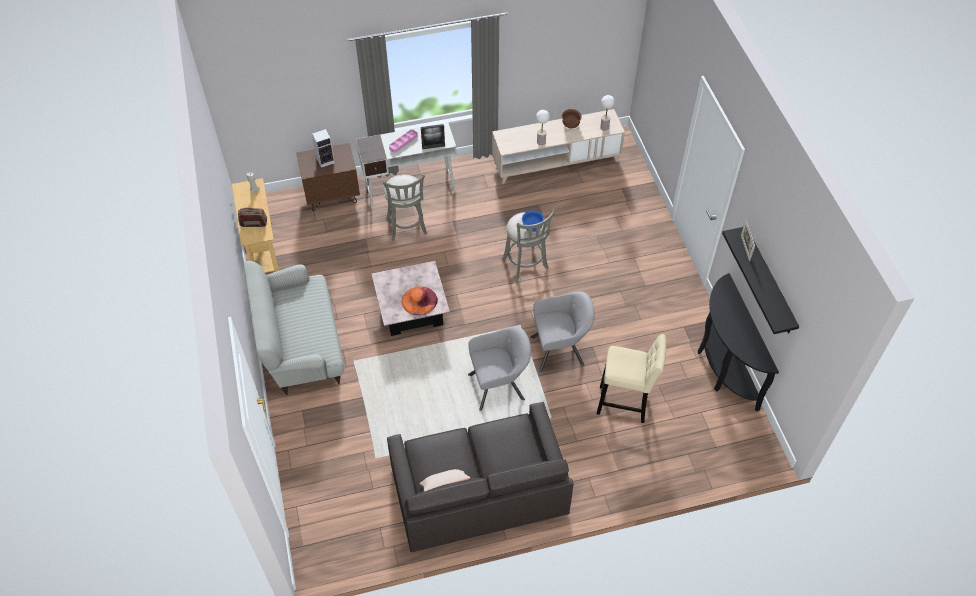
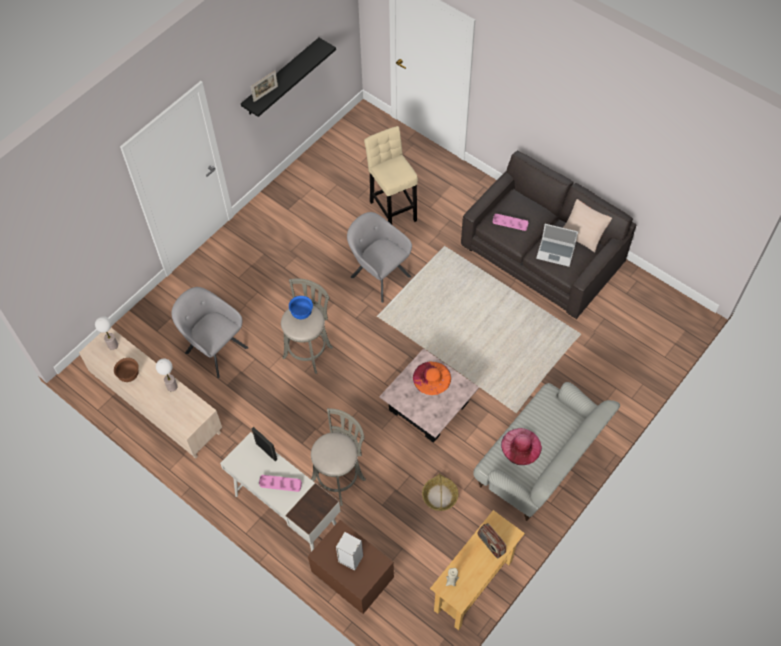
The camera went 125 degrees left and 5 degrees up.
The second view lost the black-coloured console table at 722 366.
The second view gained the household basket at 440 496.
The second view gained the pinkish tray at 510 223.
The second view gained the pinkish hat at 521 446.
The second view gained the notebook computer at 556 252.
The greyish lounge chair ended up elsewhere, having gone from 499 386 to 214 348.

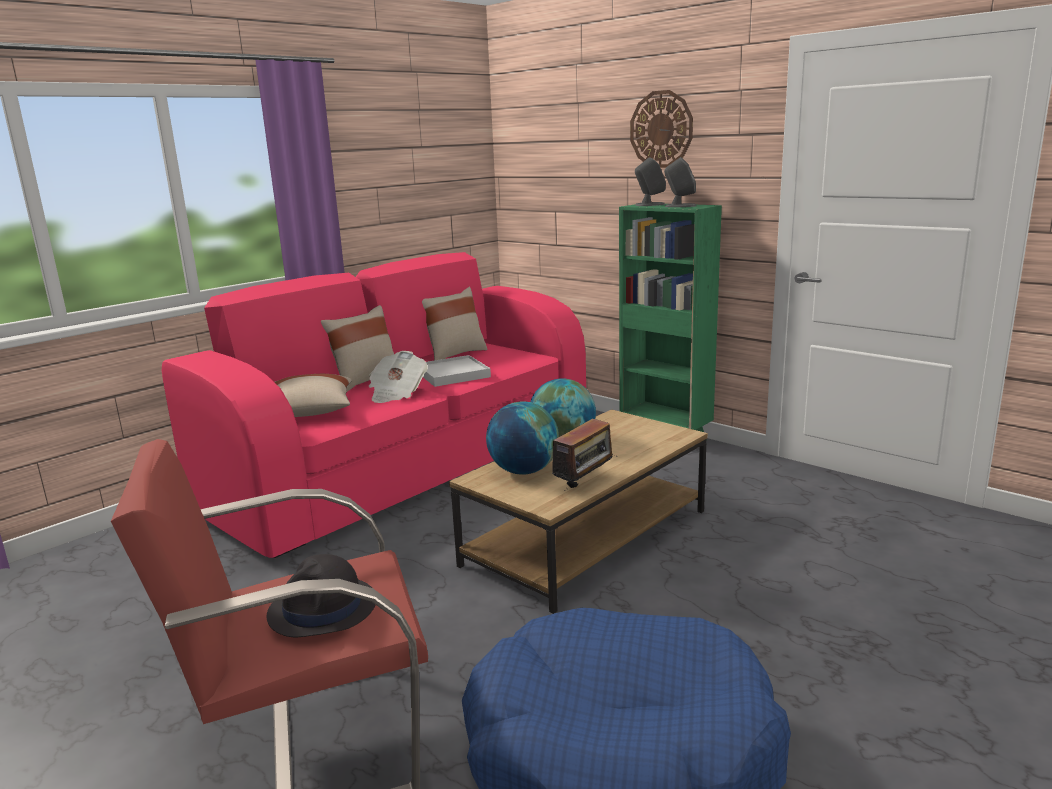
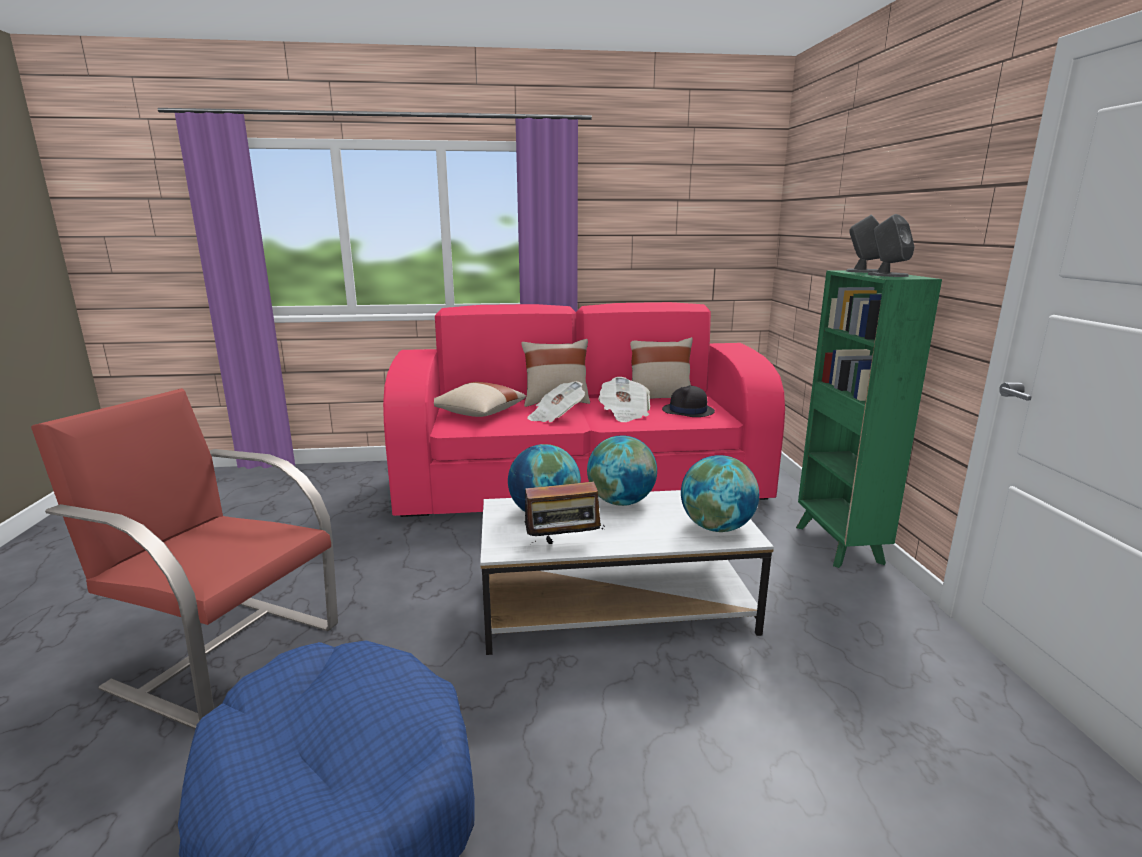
The camera went 40 degrees right and 0 degrees up.
The second view lost the hanging clock at 661 129.
The second view gained the world globe at 717 527.
The black-coloured hat ended up elsewhere, having gone from 323 609 to 688 411.
Where the white-coloured tray stood at 453 374, the printed paper came to stand at 624 414.
What was the brown-coloured low table at 586 537 turned into the white-coloured low table at 615 604.

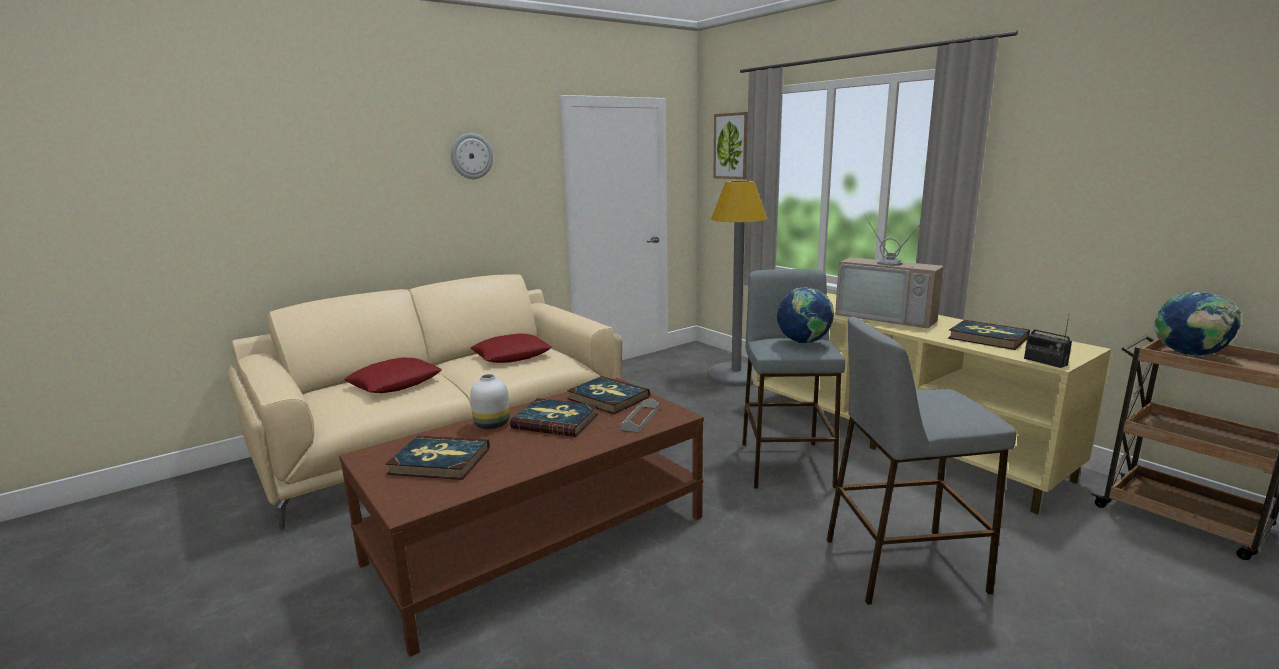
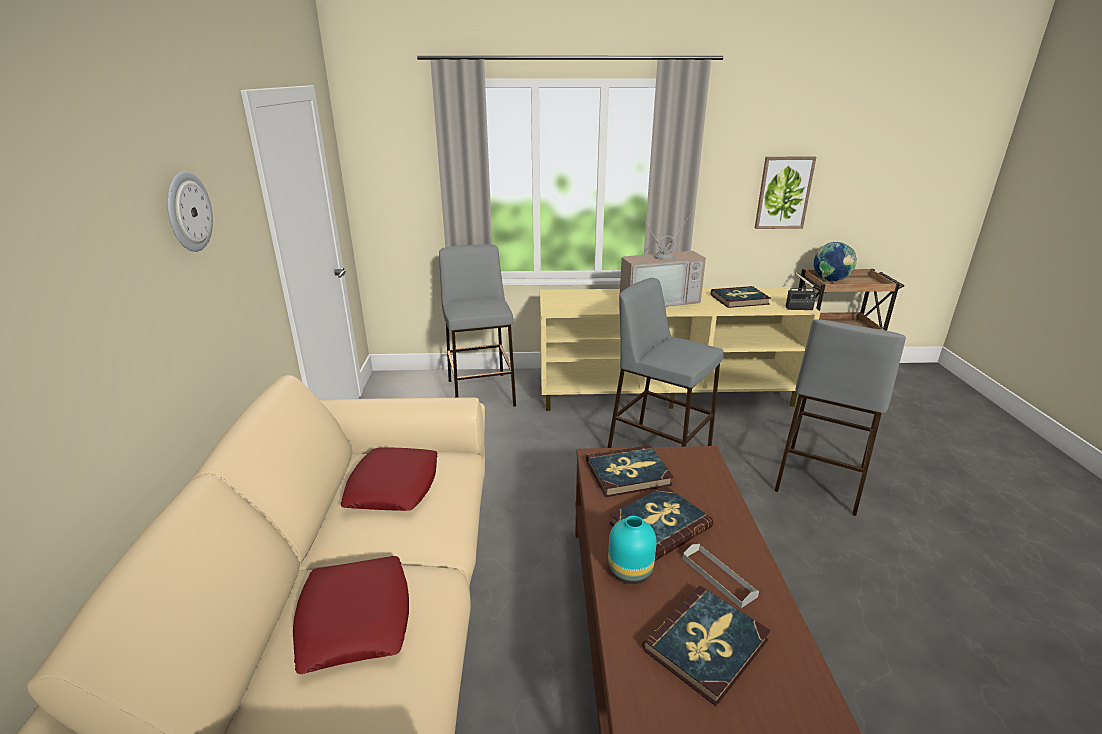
The camera went 55 degrees left and 10 degrees up.
The second view lost the world globe at 804 343.
The greyish tray ended up elsewhere, having gone from 640 418 to 718 577.
The wall art ended up elsewhere, having gone from 731 146 to 783 193.
Where the greyish standing lamp stood at 736 376, the greyish stool seat came to stand at 481 392.
What was the white-coloured vase at 492 424 turned into the turquoise vase at 629 570.

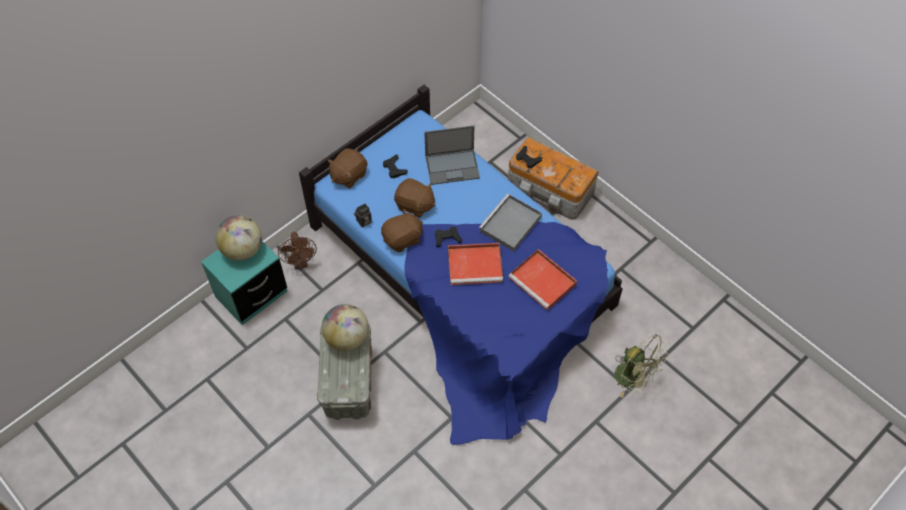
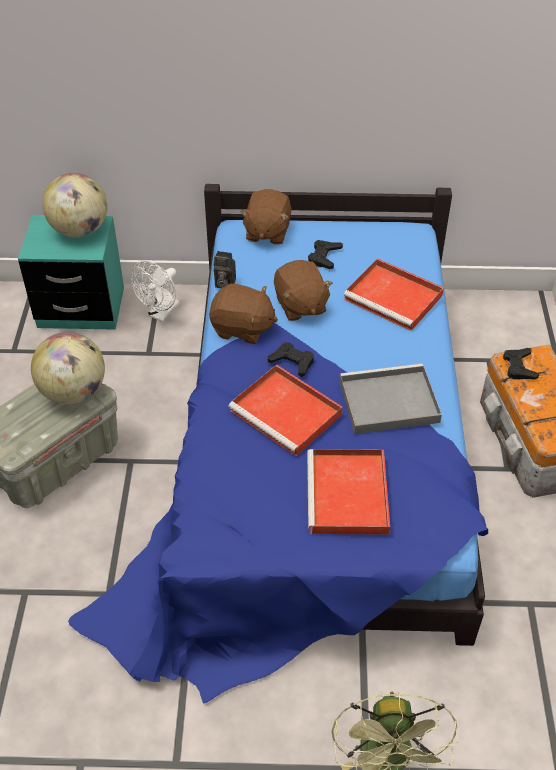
The camera went 45 degrees right and 10 degrees down.
Where the notebook computer stood at 453 166, the red-coloured tray came to stand at 395 298.
What was the brown-coloured cooling fan at 300 263 turned into the white-coloured cooling fan at 161 314.
The brown-coloured cuddly toy at 348 175 ended up facing another way, 75 degrees counterclockwise from before.

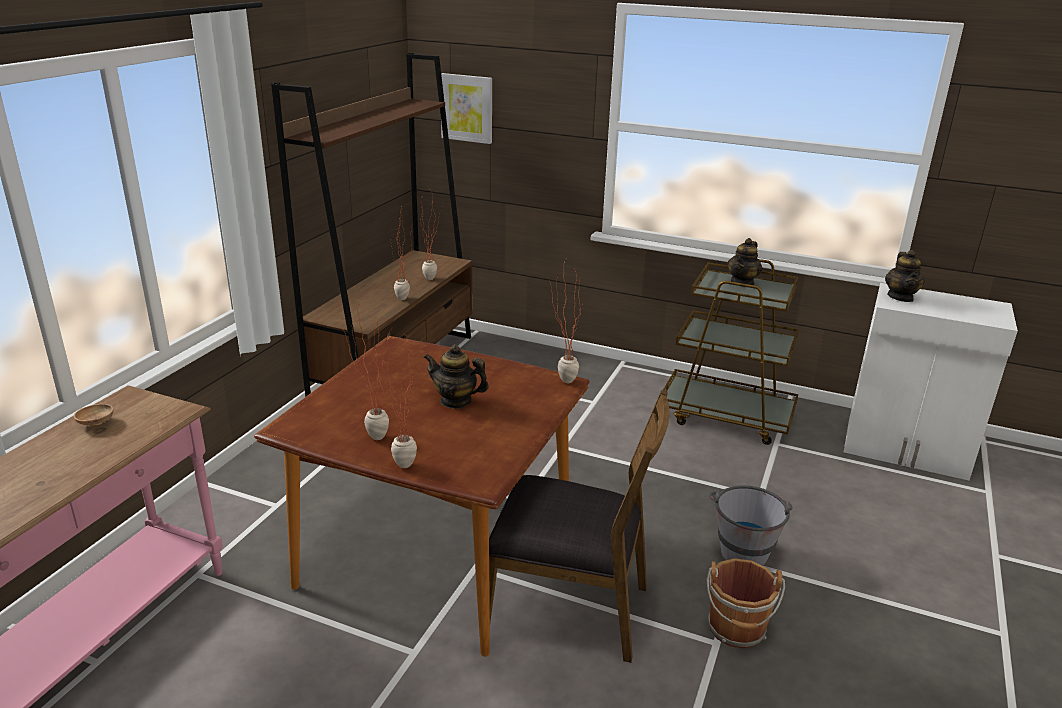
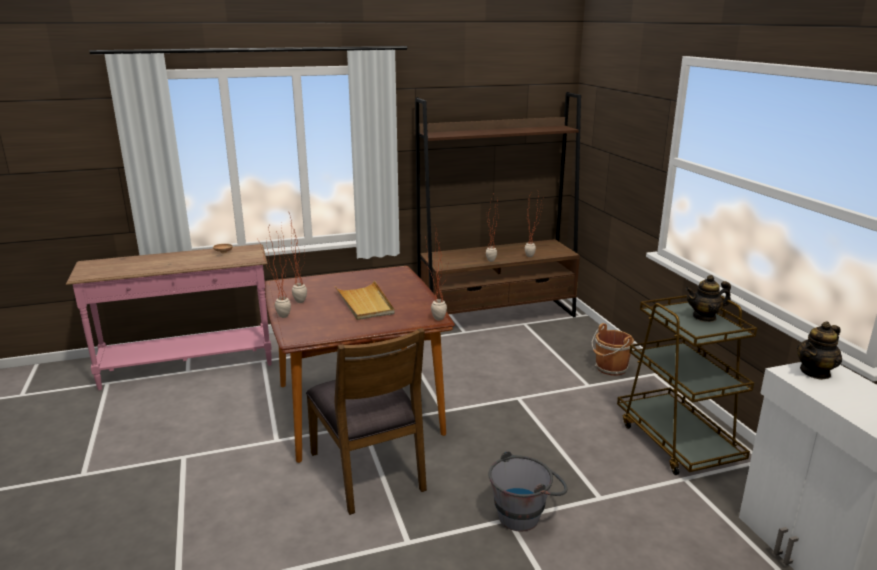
The camera went 50 degrees right and 5 degrees down.
The second view lost the wall art at 467 108.
The brown-coloured pail ended up elsewhere, having gone from 736 630 to 610 368.
Where the pot for tea stood at 456 401, the beige-coloured tray came to stand at 365 303.

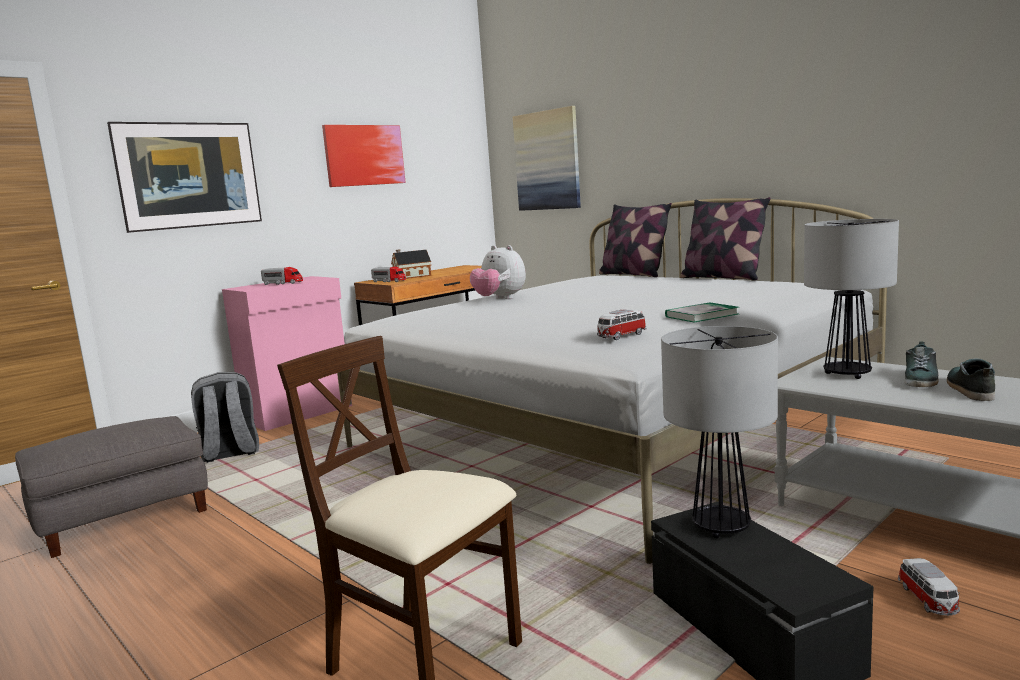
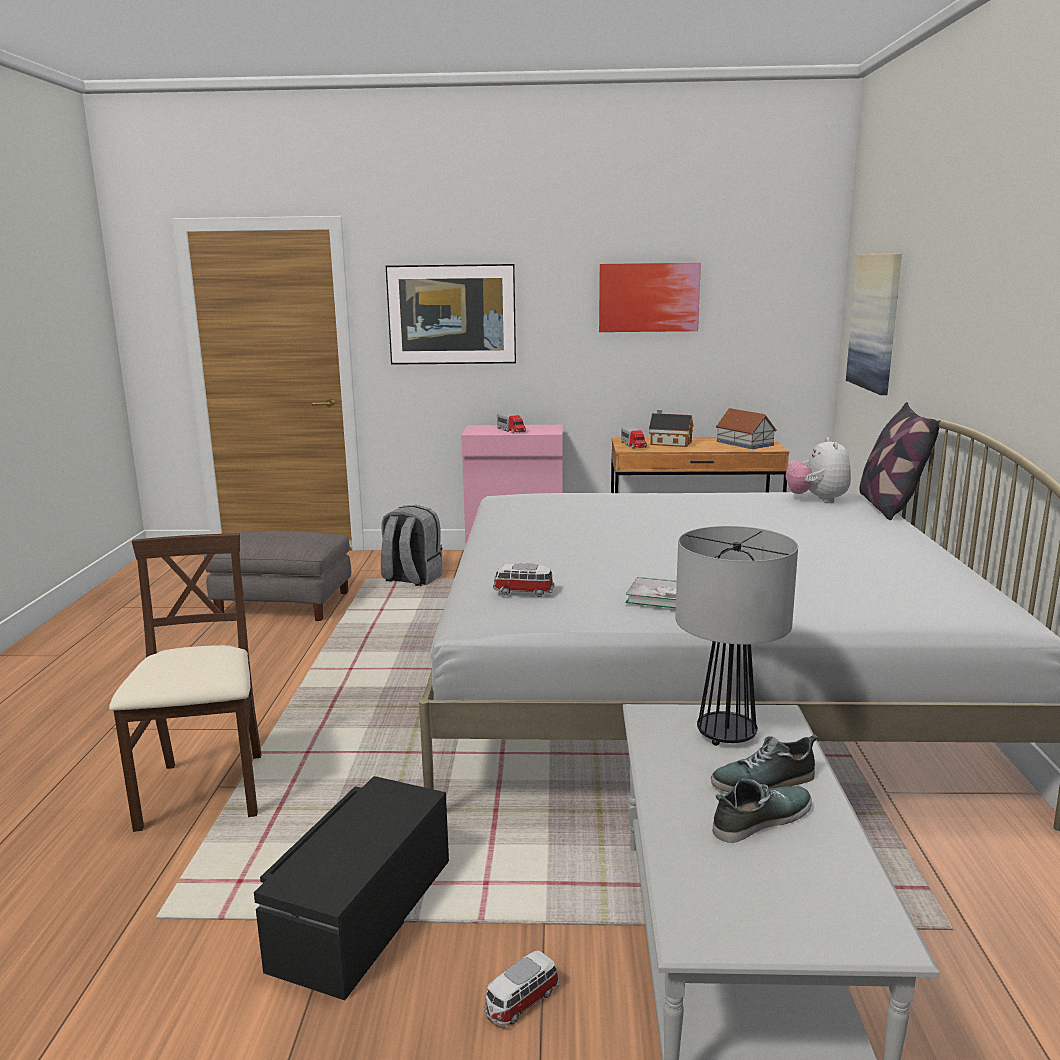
The camera went 45 degrees right and 5 degrees up.
The second view lost the lamp for a table at 720 527.
The second view lost the cushion at 722 277.
The second view gained the miniature house at 744 443.
The cuddly toy ended up elsewhere, having gone from 499 299 to 817 500.

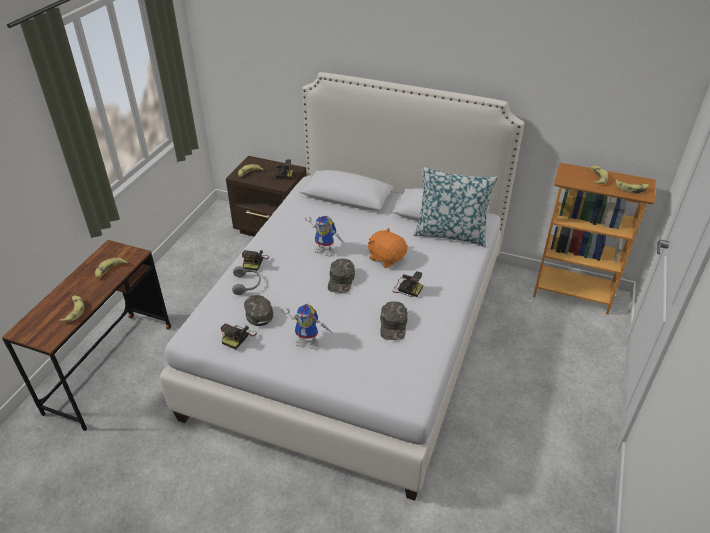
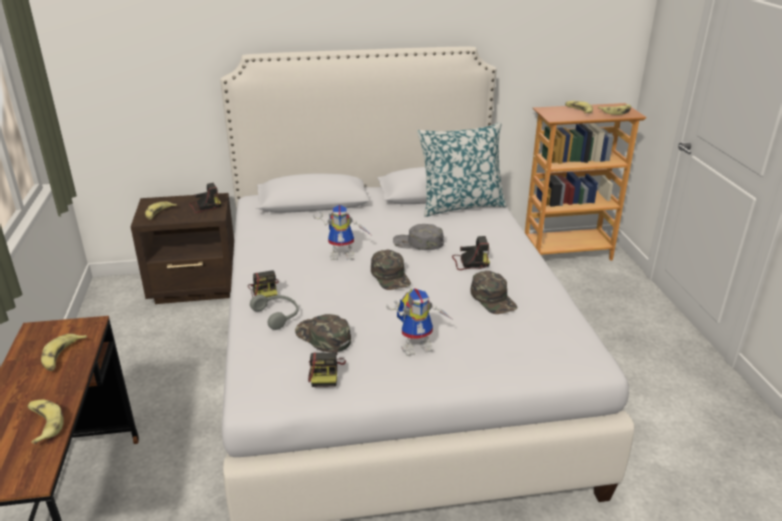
The camera went 30 degrees left and 10 degrees down.
Where the orange cuddly toy stood at 386 258, the greyish cap came to stand at 418 243.

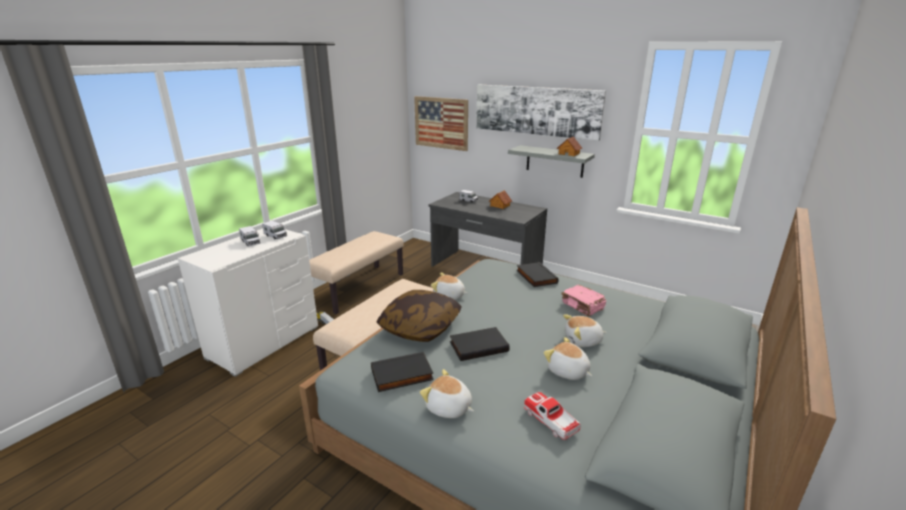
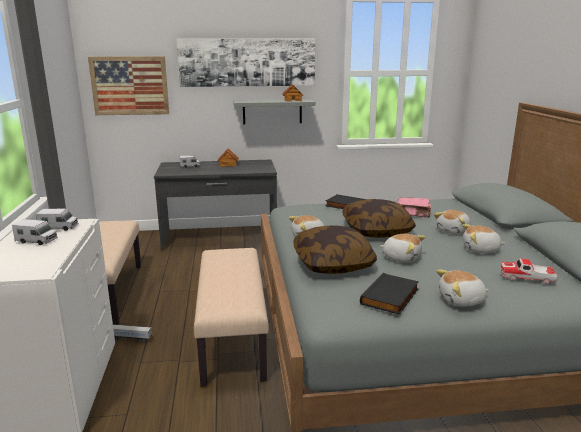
The camera went 40 degrees left and 5 degrees down.
The second view gained the cushion at 376 230.
Where the black-coloured volume stood at 478 346, the cuddly toy came to stand at 401 258.

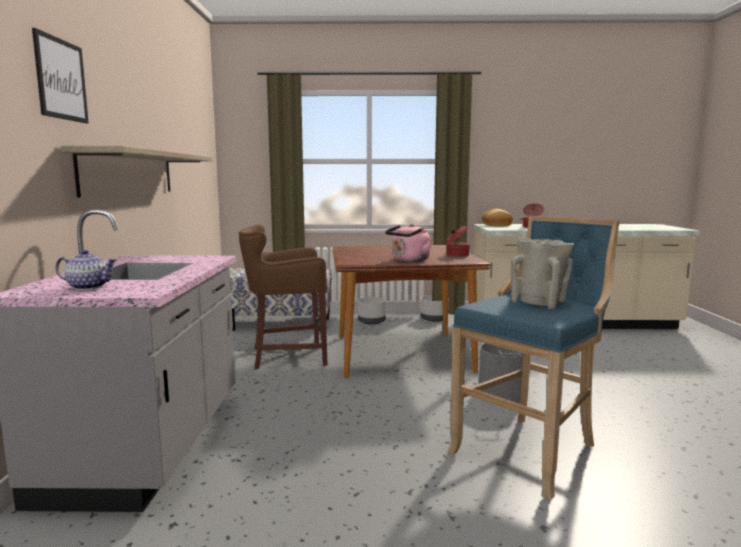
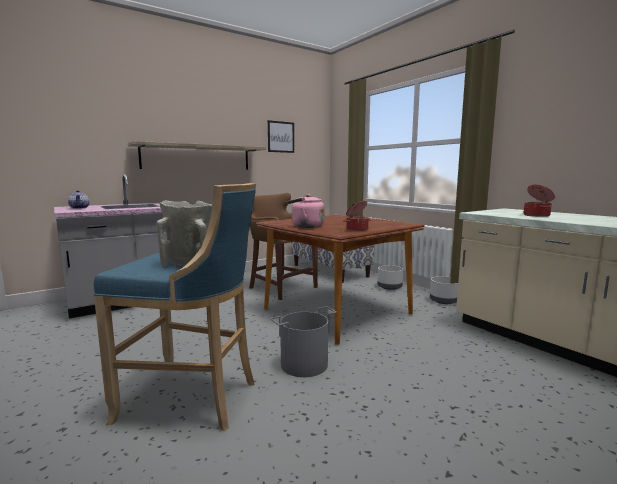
The camera went 55 degrees right and 0 degrees up.
The second view lost the bakery bread at 495 225.
The wall art ended up elsewhere, having gone from 61 79 to 281 137.

